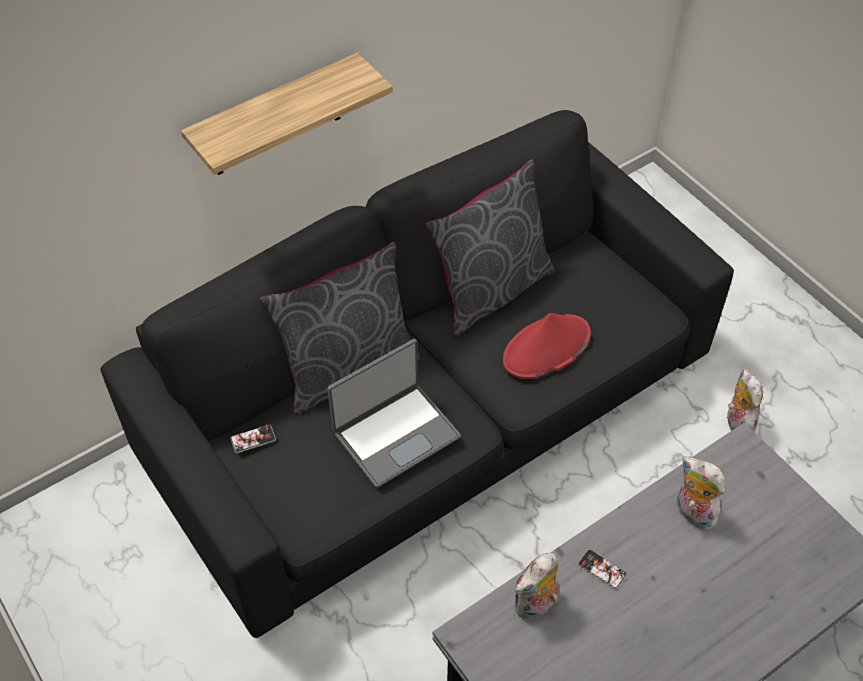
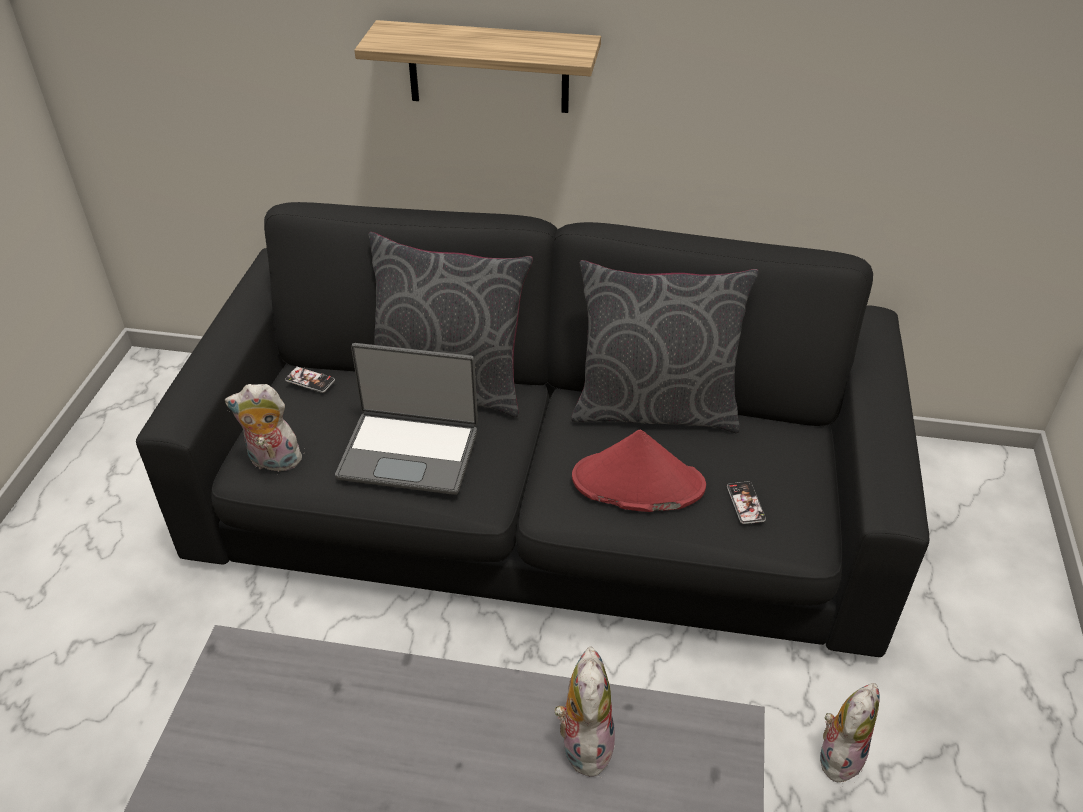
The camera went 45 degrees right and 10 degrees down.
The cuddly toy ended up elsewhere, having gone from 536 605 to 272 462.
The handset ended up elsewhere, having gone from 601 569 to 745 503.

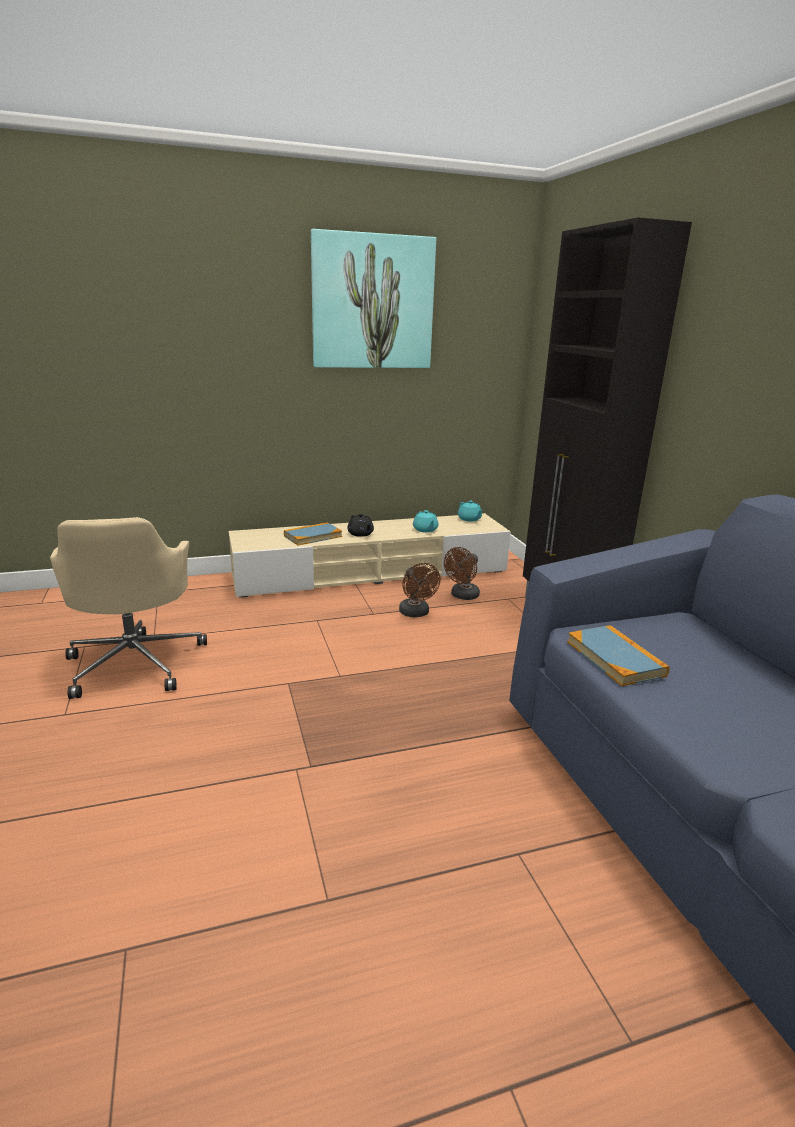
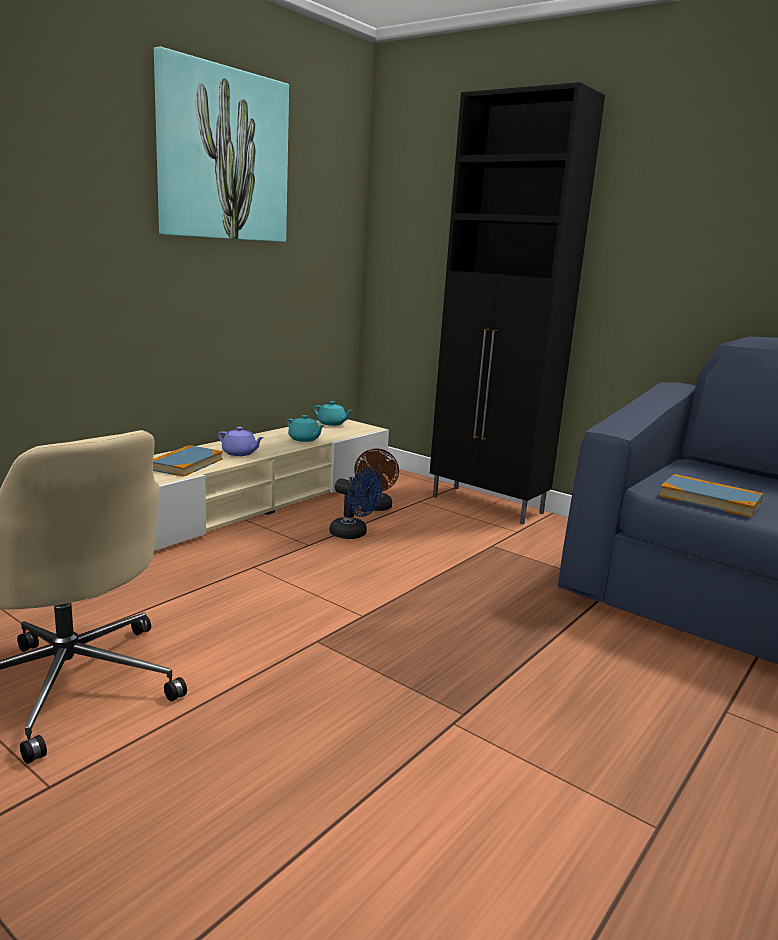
The camera went 35 degrees left and 5 degrees down.
What was the black-coloured pot for tea at 360 534 turned into the purplish pot for tea at 240 453.
What was the brown-coloured cooling fan at 416 613 turned into the bluish cooling fan at 353 534.

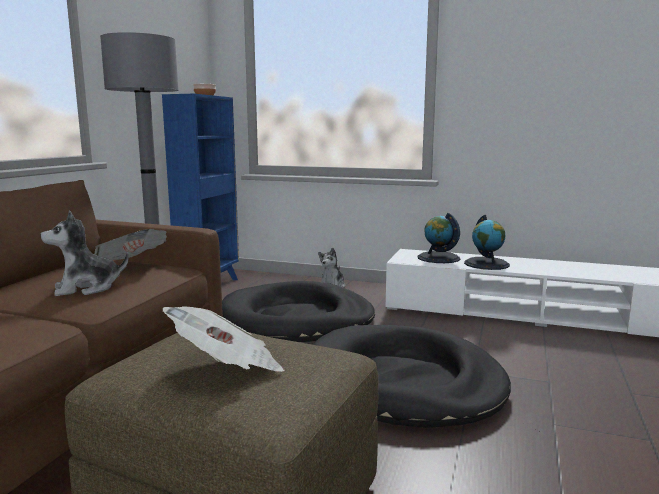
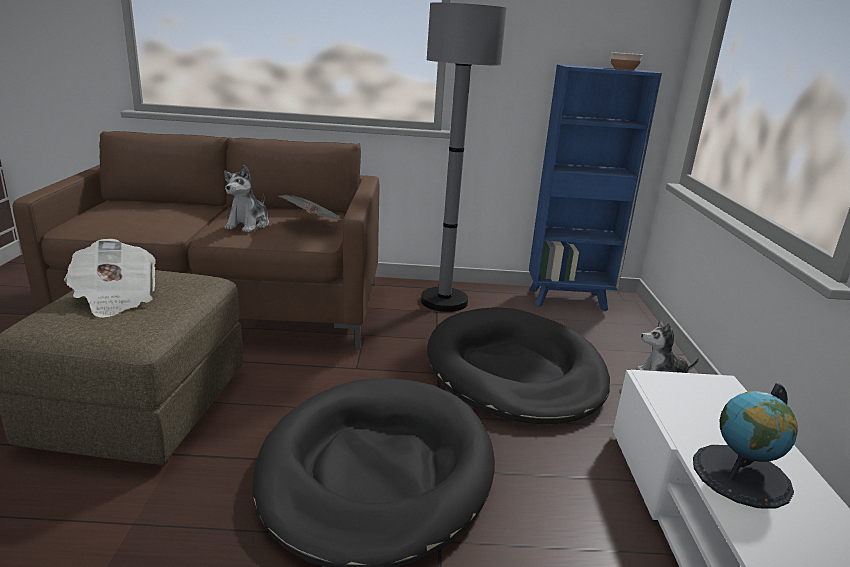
The camera went 70 degrees right and 10 degrees up.
The second view lost the world globe at 438 258.
The cuddly toy at 86 288 ended up facing another way, 120 degrees counterclockwise from before.

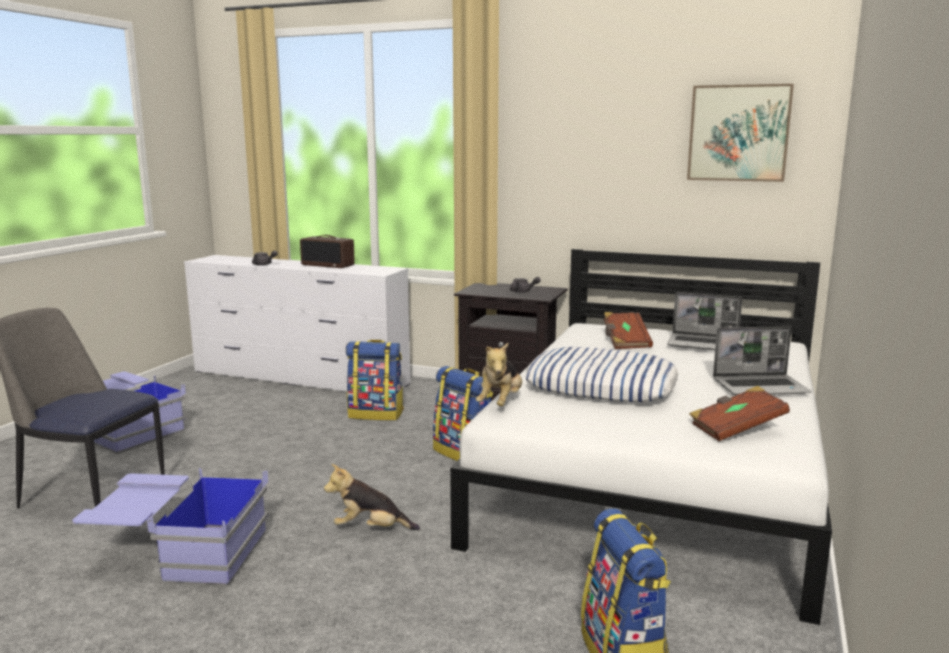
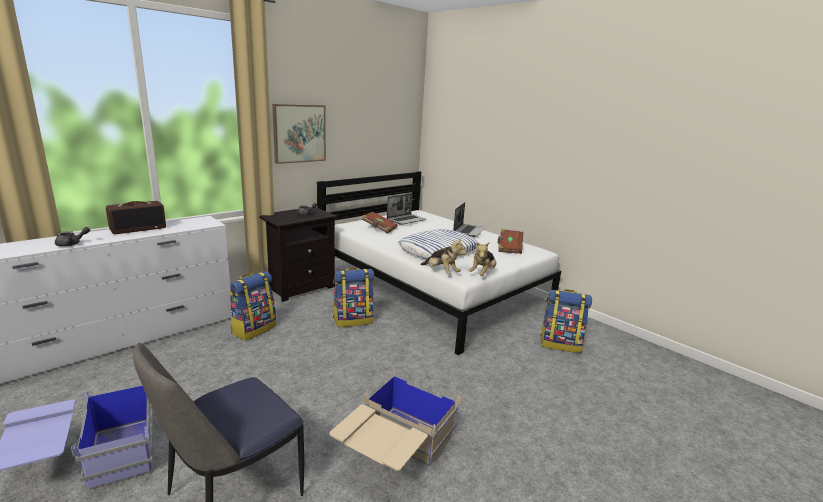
The camera went 65 degrees left and 5 degrees up.
The cuddly toy ended up elsewhere, having gone from 370 529 to 482 274.
The wall art ended up elsewhere, having gone from 738 133 to 299 133.
What was the bluish storage box at 180 555 turned into the beige-coloured storage box at 394 453.

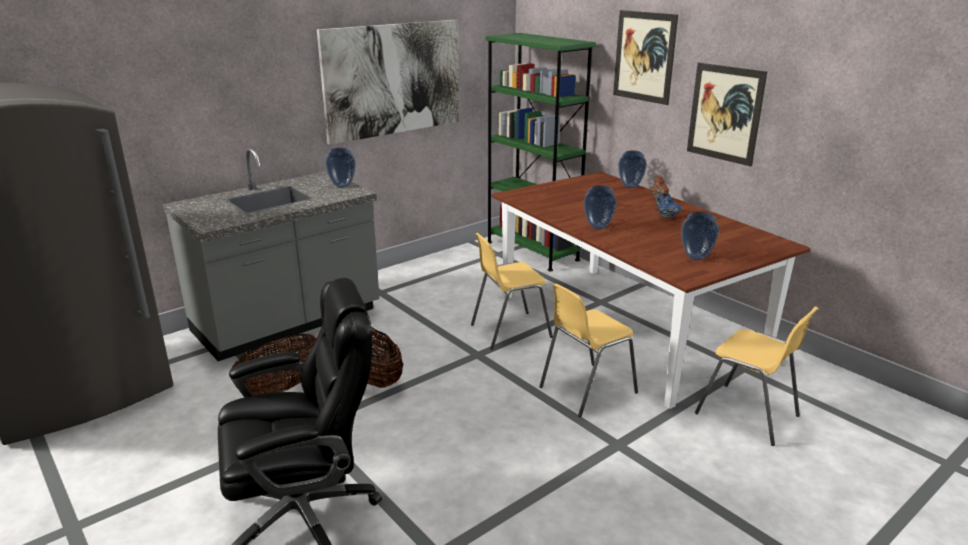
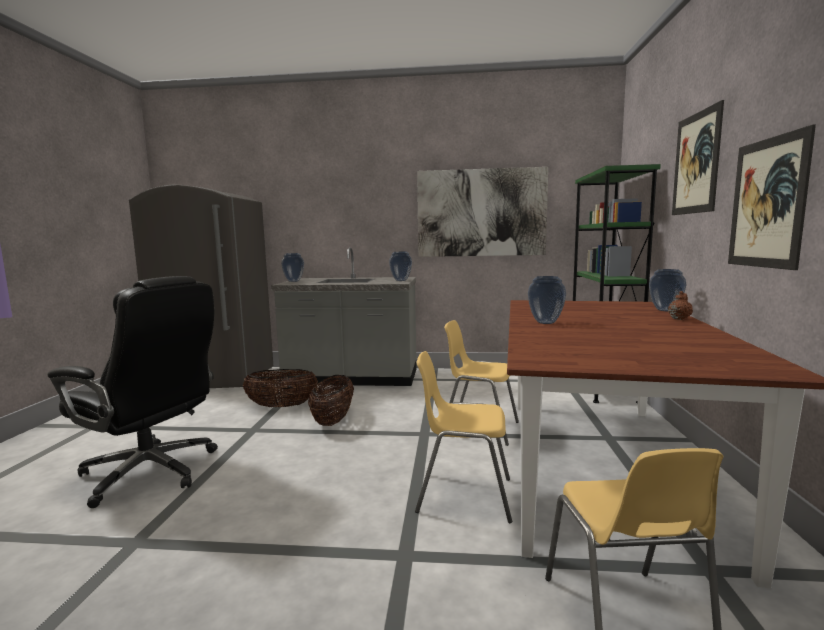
The camera went 45 degrees right and 15 degrees down.
The second view lost the bluish pot for tea at 666 216.
The vase ended up elsewhere, having gone from 696 257 to 293 281.

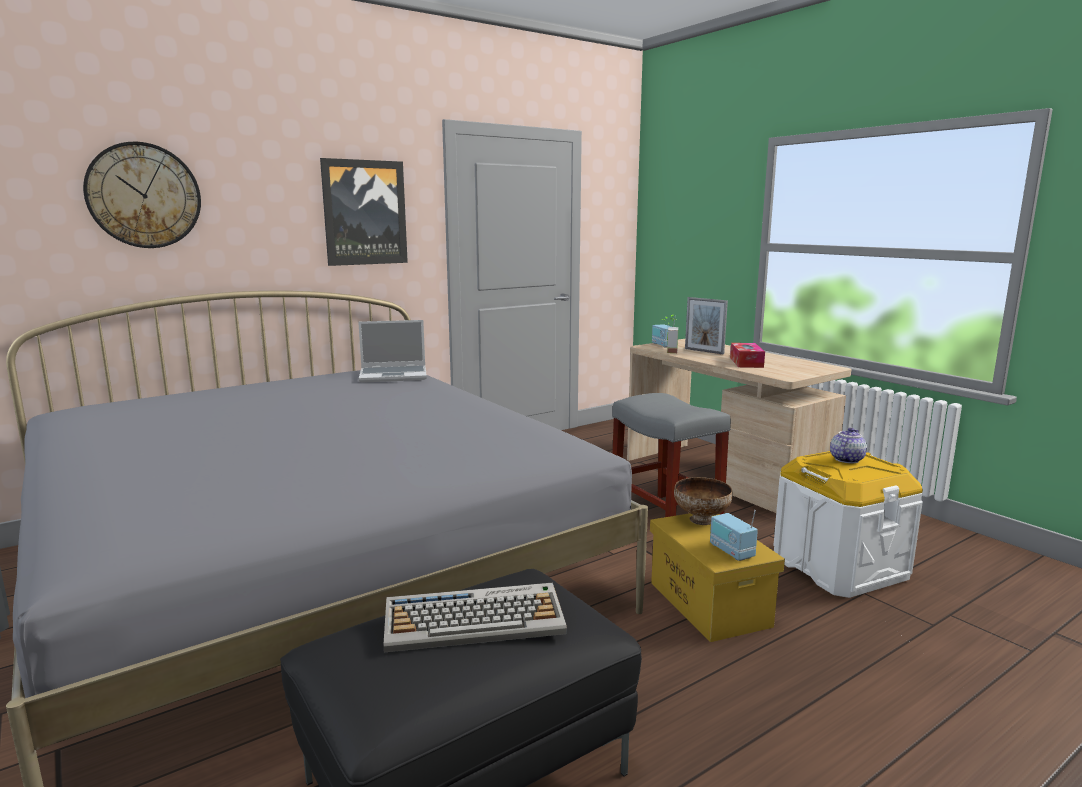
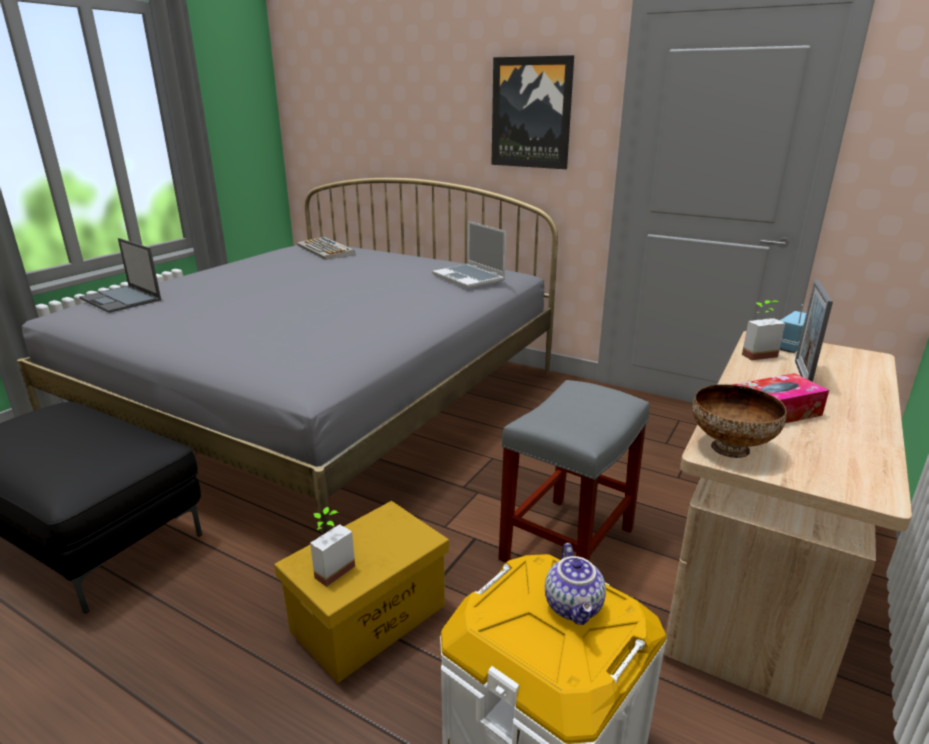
The camera went 65 degrees right and 10 degrees up.
The second view lost the hanging clock at 144 196.
The second view gained the notebook computer at 121 299.
The keyboard ended up elsewhere, having gone from 475 619 to 326 250.
The deep dish ended up elsewhere, having gone from 701 519 to 731 448.
Where the radio receiver stood at 731 551, the plant in a pot came to stand at 330 568.
The pot for tea at 846 459 ended up facing another way, 75 degrees clockwise from before.

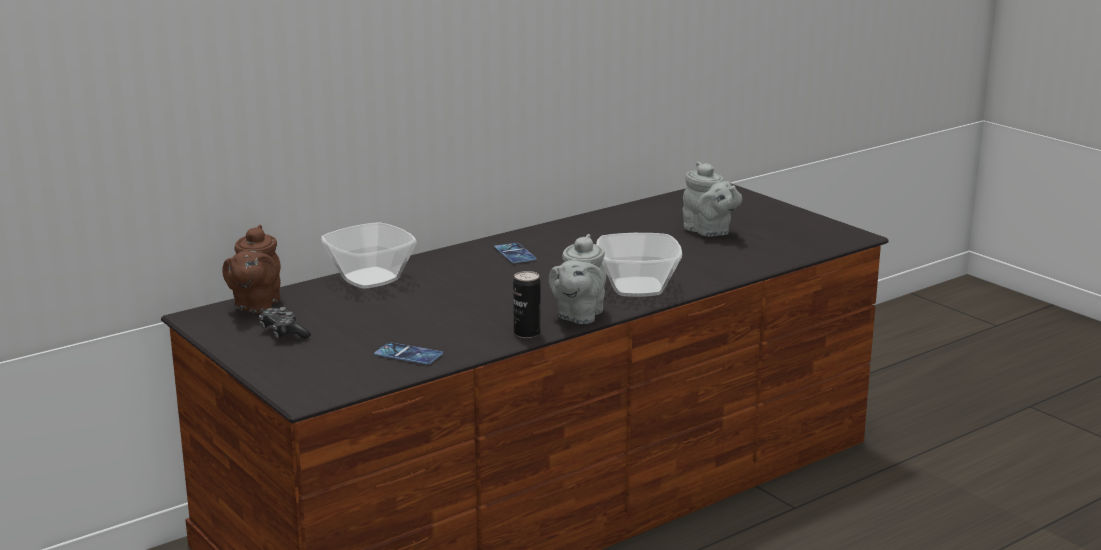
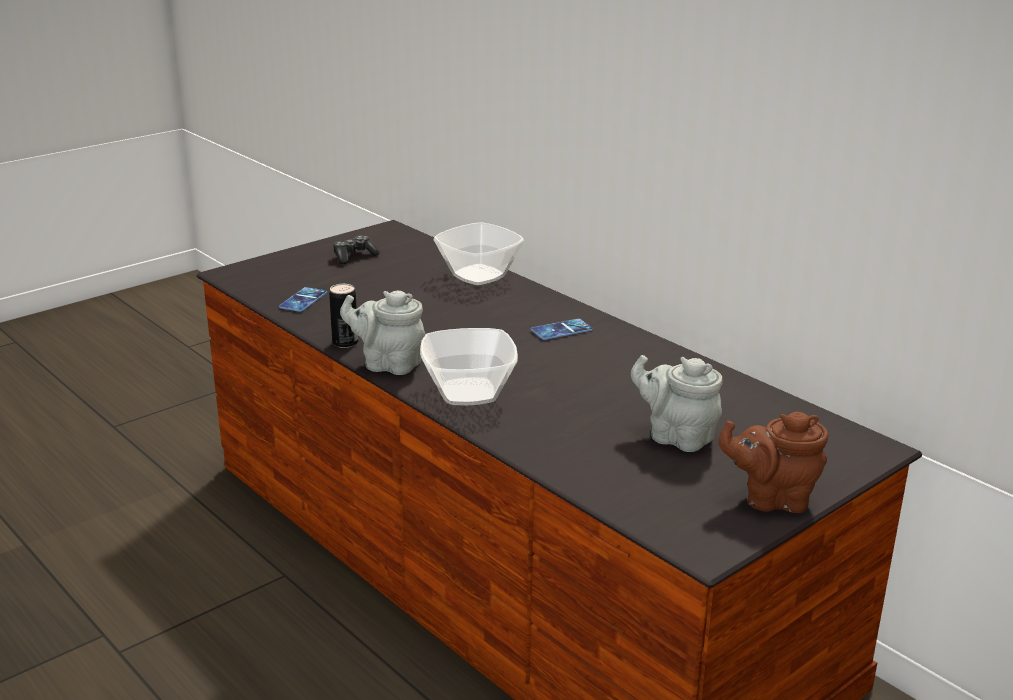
The camera went 85 degrees right and 5 degrees up.
The brown-coloured pot for tea ended up elsewhere, having gone from 255 305 to 772 499.
The greyish pot for tea at 709 231 ended up facing another way, 75 degrees clockwise from before.

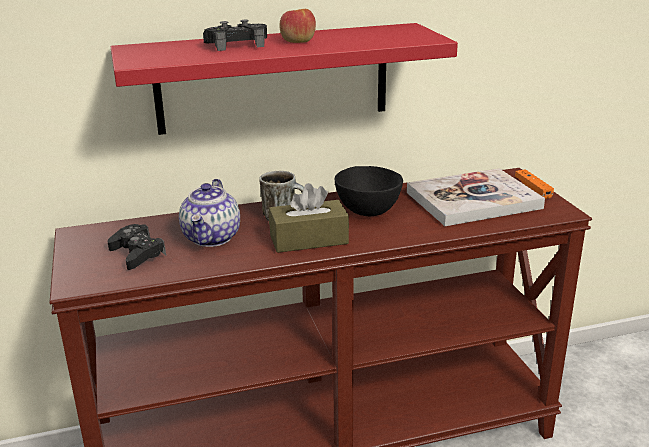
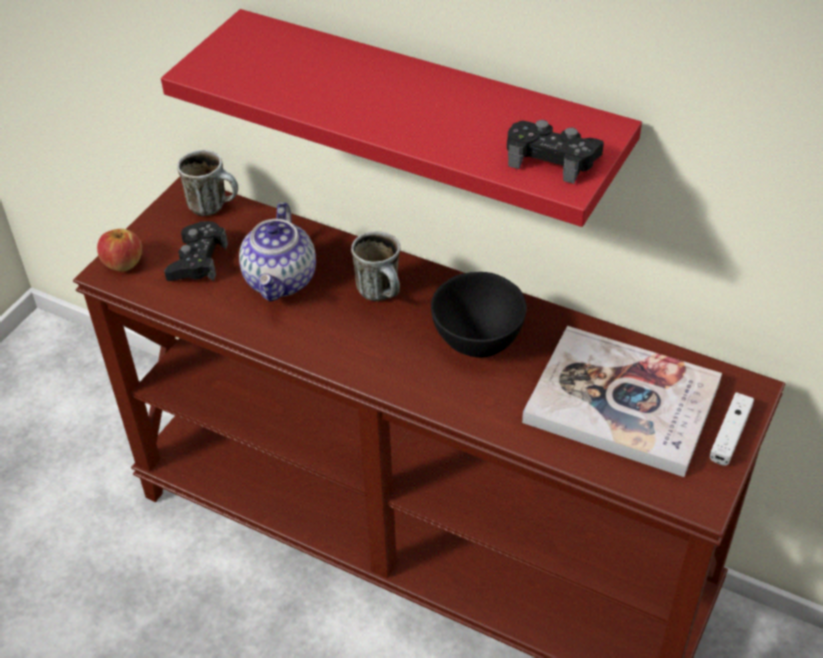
The camera went 45 degrees right and 20 degrees up.
The second view lost the brown-coloured box of tissues at 309 239.
The second view gained the coffee mug at 214 206.
The black-coloured joypad ended up elsewhere, having gone from 236 45 to 552 158.
The apple ended up elsewhere, having gone from 297 41 to 123 263.
What was the orange joypad at 533 189 turned into the white-coloured joypad at 730 435.
The pot for tea at 212 238 ended up facing another way, 45 degrees counterclockwise from before.

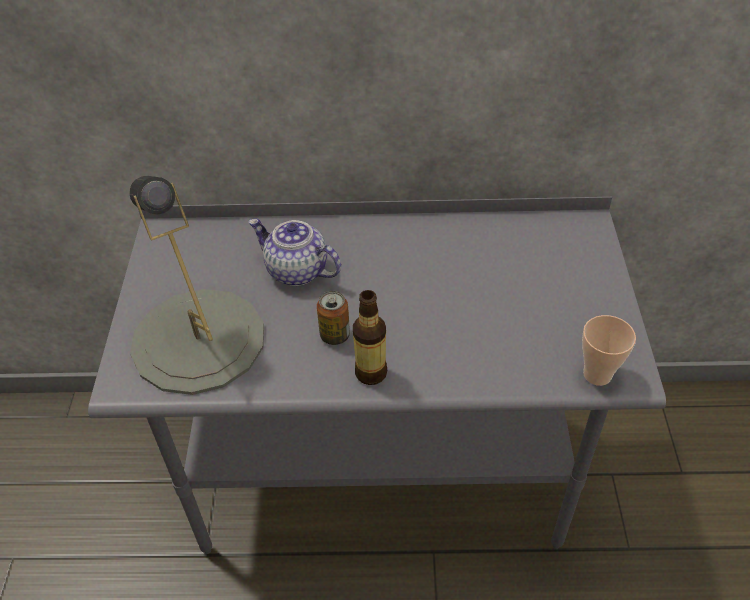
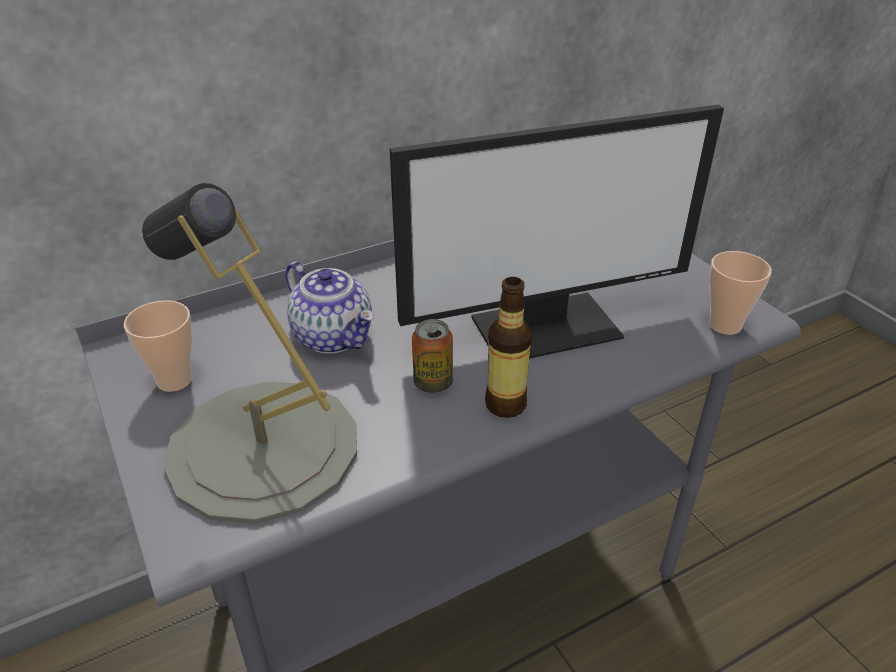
The camera went 30 degrees left and 10 degrees down.
The second view gained the small cup at 174 380.
The second view gained the monitor at 546 325.
The pot for tea at 296 271 ended up facing another way, 135 degrees counterclockwise from before.

